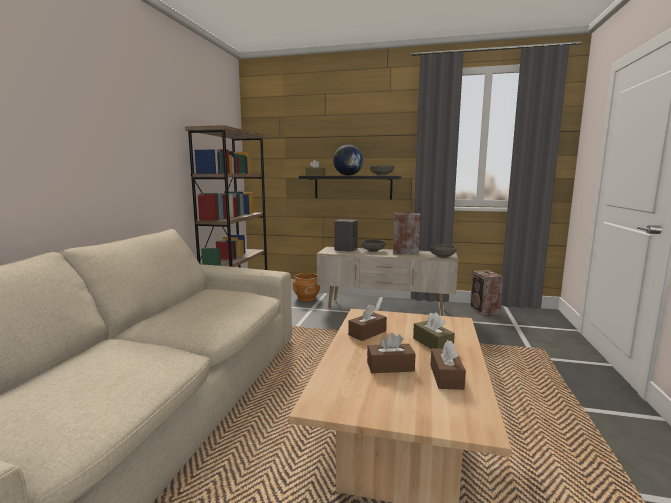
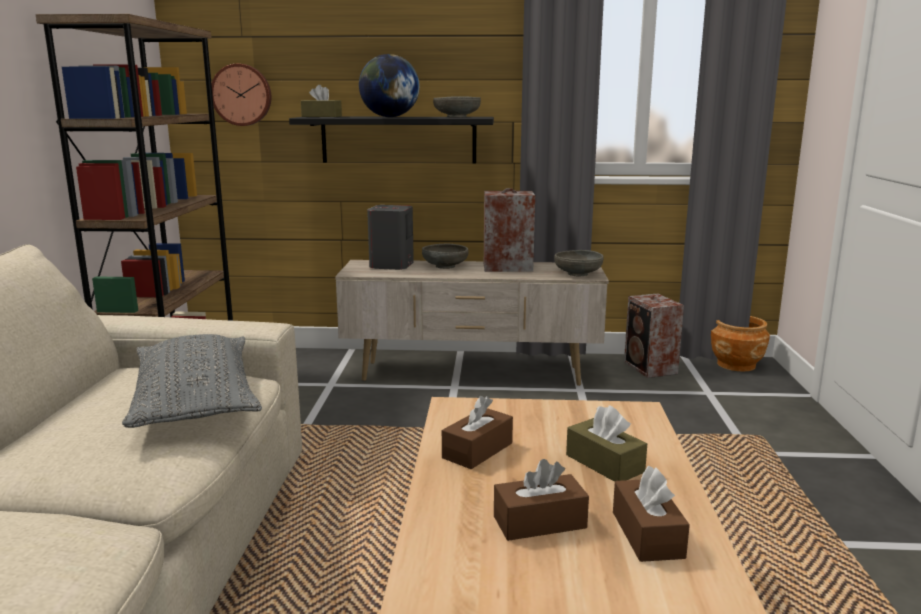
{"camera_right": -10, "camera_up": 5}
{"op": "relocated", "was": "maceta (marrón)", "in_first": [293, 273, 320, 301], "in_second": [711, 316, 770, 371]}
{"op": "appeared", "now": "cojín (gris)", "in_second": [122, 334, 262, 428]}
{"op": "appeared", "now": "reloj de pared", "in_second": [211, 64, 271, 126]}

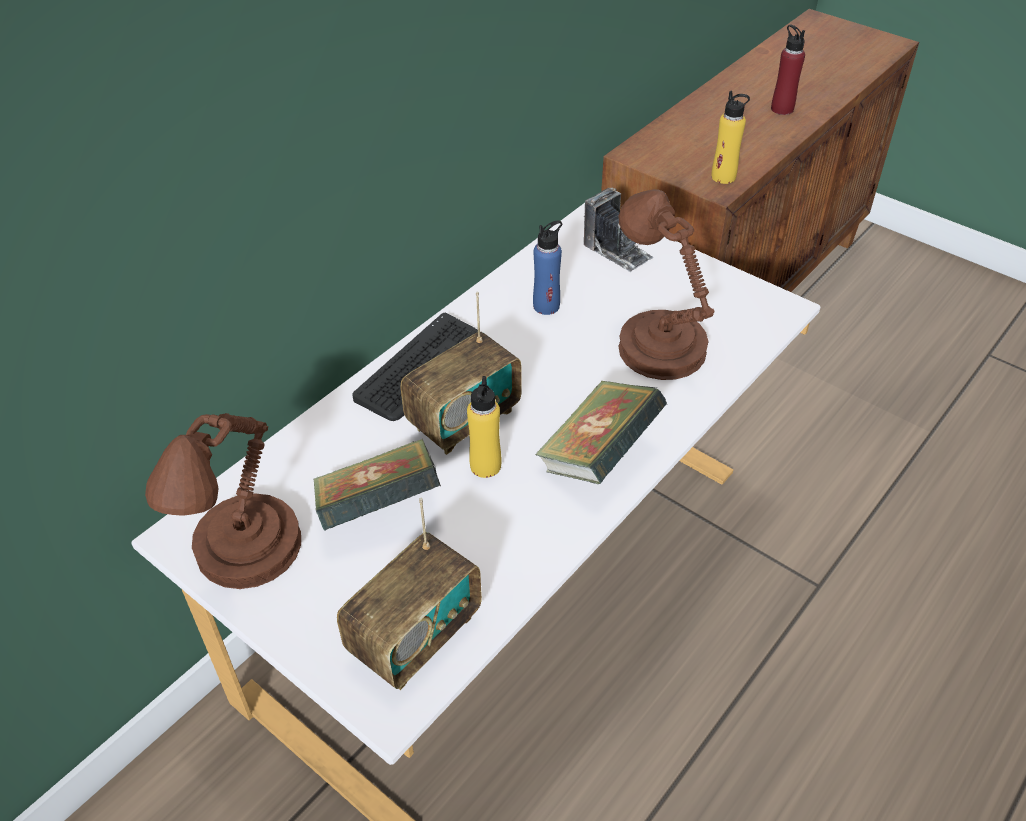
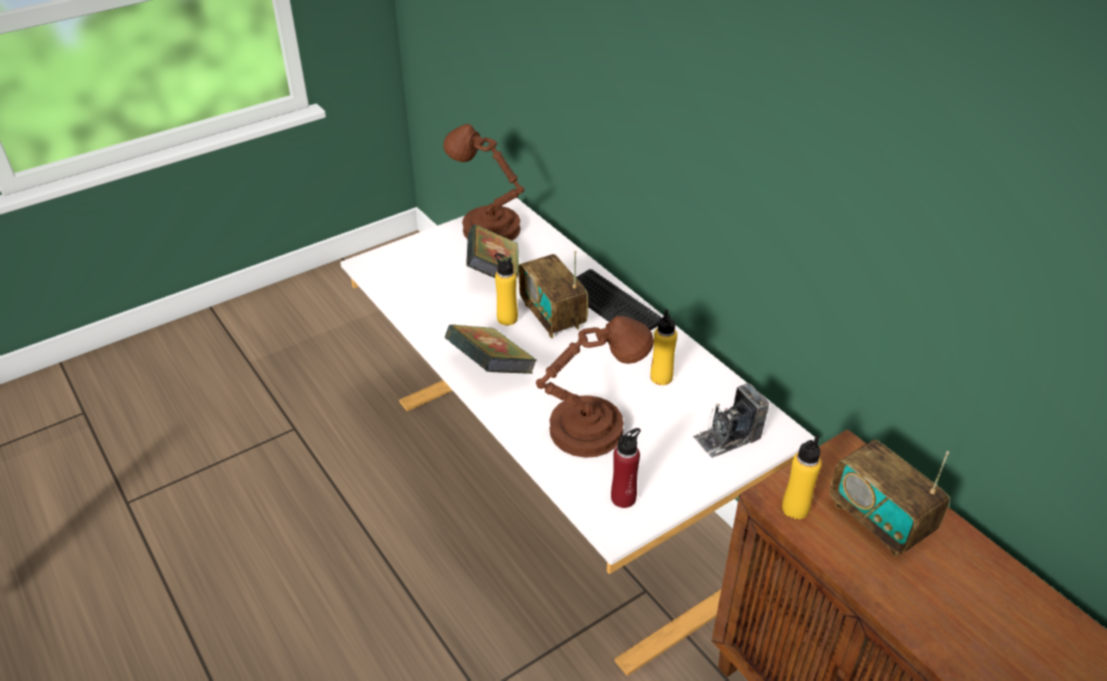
{"camera_right": 105, "camera_up": -5}
{"op": "relocated", "was": "radio", "in_first": [337, 497, 482, 690], "in_second": [830, 440, 950, 557]}
{"op": "colour", "was": "botella (azul)", "now": "botella (amarillo)", "in_first": [533, 220, 562, 315], "in_second": [650, 309, 677, 385]}
{"op": "relocated", "was": "botella (rojo)", "in_first": [771, 25, 805, 115], "in_second": [611, 428, 641, 508]}

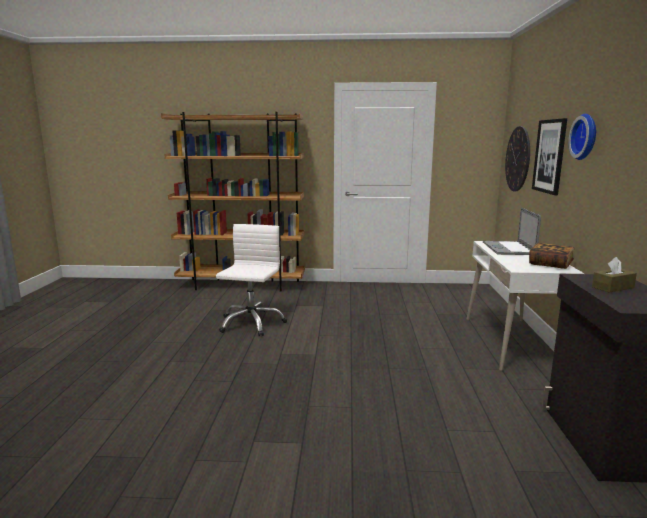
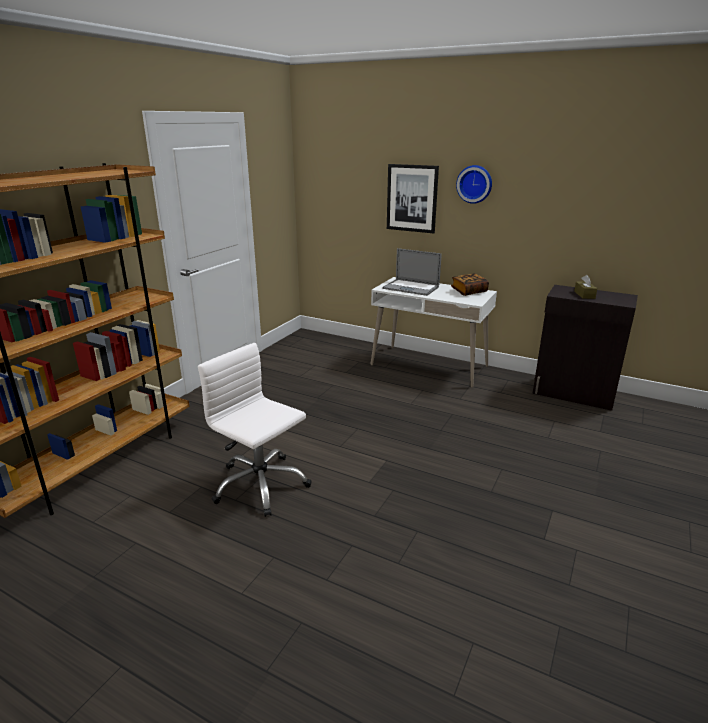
{"camera_right": -65, "camera_up": 10}
{"op": "missing", "was": "reloj de pared", "in_first": [505, 126, 530, 191]}

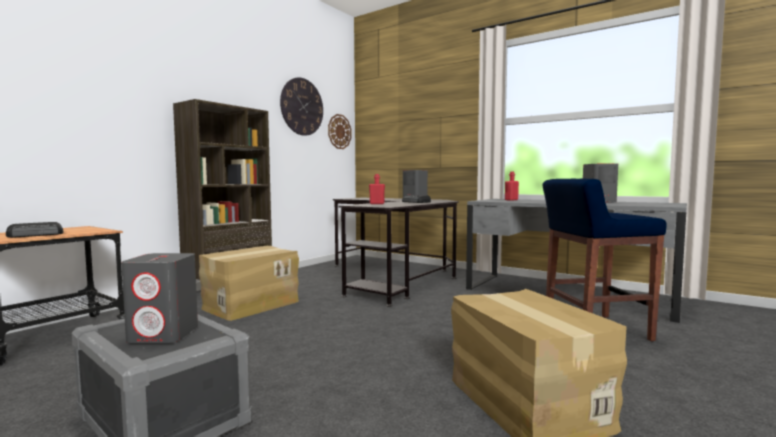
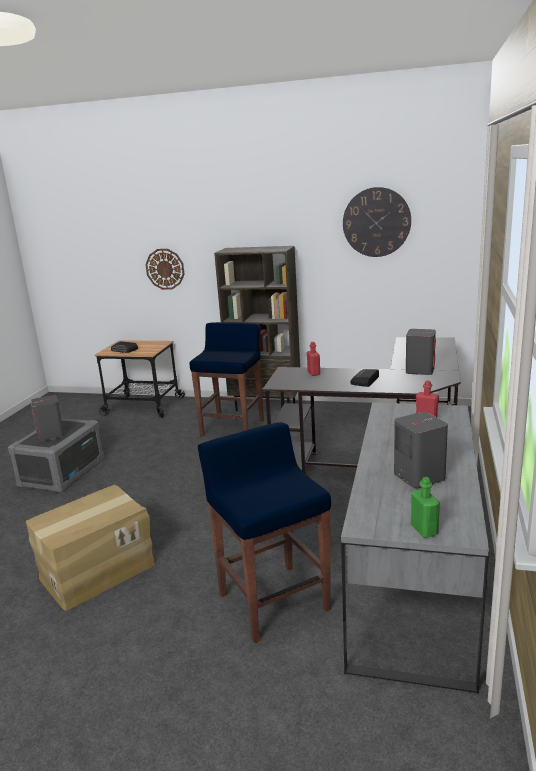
{"camera_right": 70, "camera_up": 15}
{"op": "exchanged", "was": "caja de cartón", "now": "taburete (azul)", "in_first": [199, 246, 299, 321], "in_second": [190, 322, 264, 437]}
{"op": "relocated", "was": "reloj de pared", "in_first": [328, 114, 351, 149], "in_second": [145, 249, 185, 290]}
{"op": "appeared", "now": "botella (verde)", "in_second": [411, 477, 440, 538]}

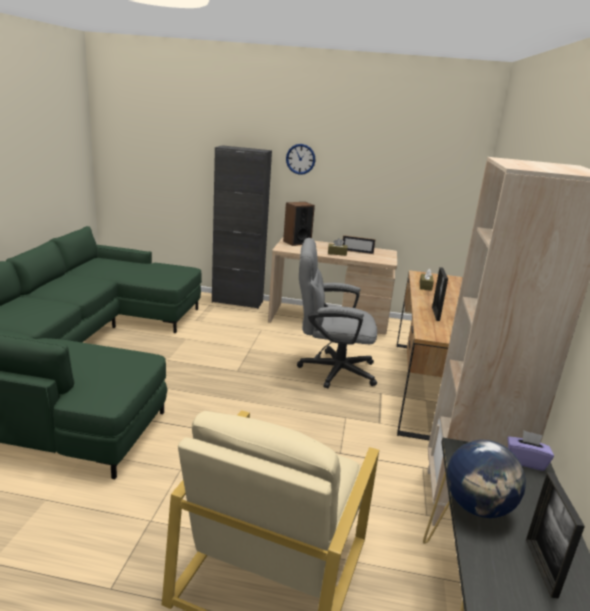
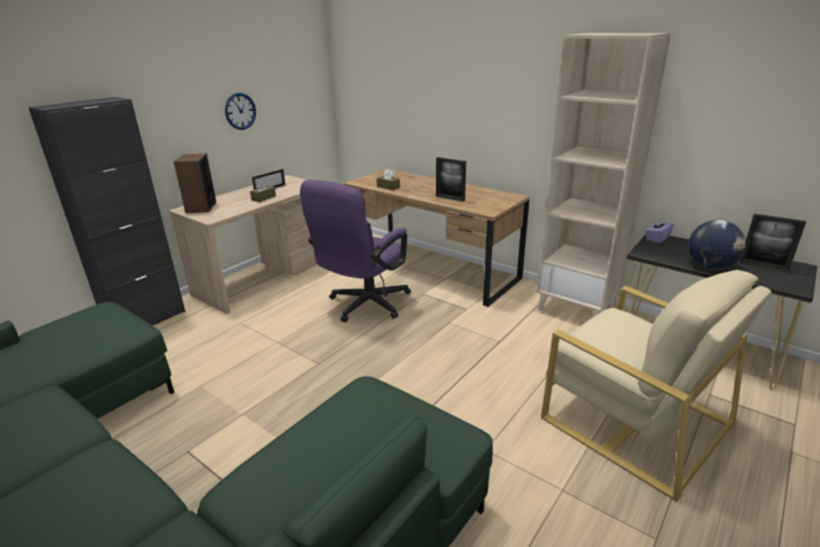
{"camera_right": -60, "camera_up": 5}
{"op": "relocated", "was": "reloj de pared", "in_first": [286, 144, 315, 175], "in_second": [225, 93, 256, 130]}
{"op": "colour", "was": "silla de oficina (gris)", "now": "silla de oficina (morado)", "in_first": [297, 238, 377, 388], "in_second": [300, 180, 411, 322]}

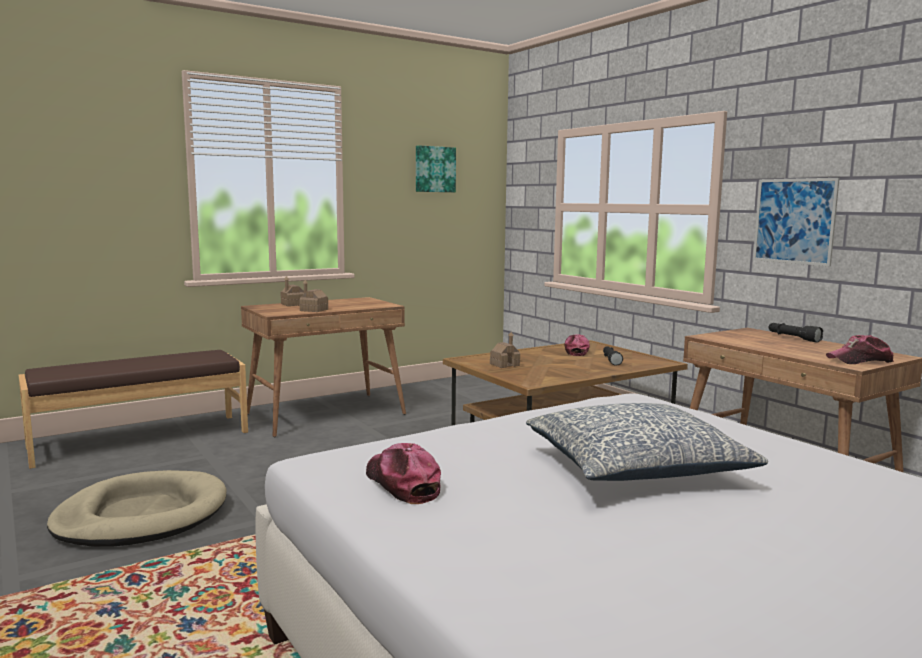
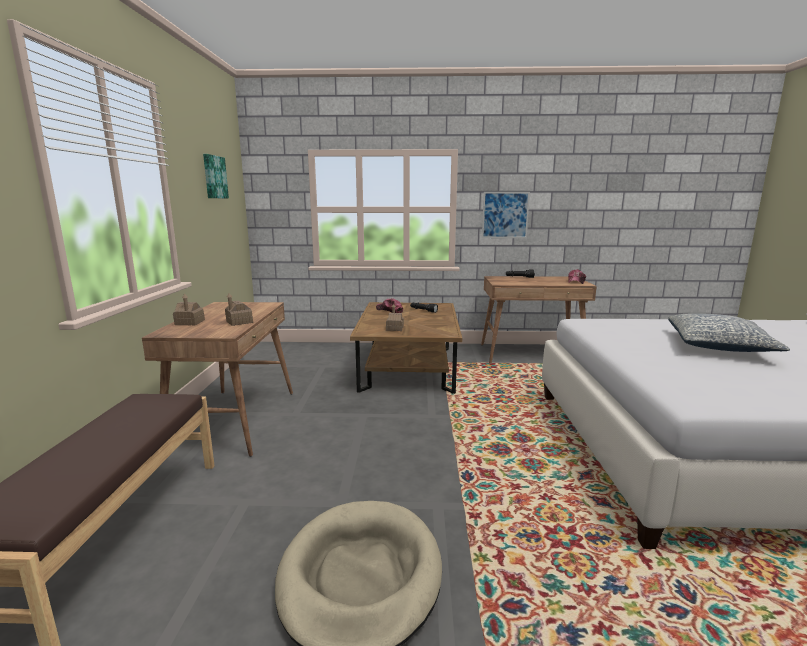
{"camera_right": -55, "camera_up": 5}
{"op": "missing", "was": "gorra", "in_first": [366, 443, 441, 504]}

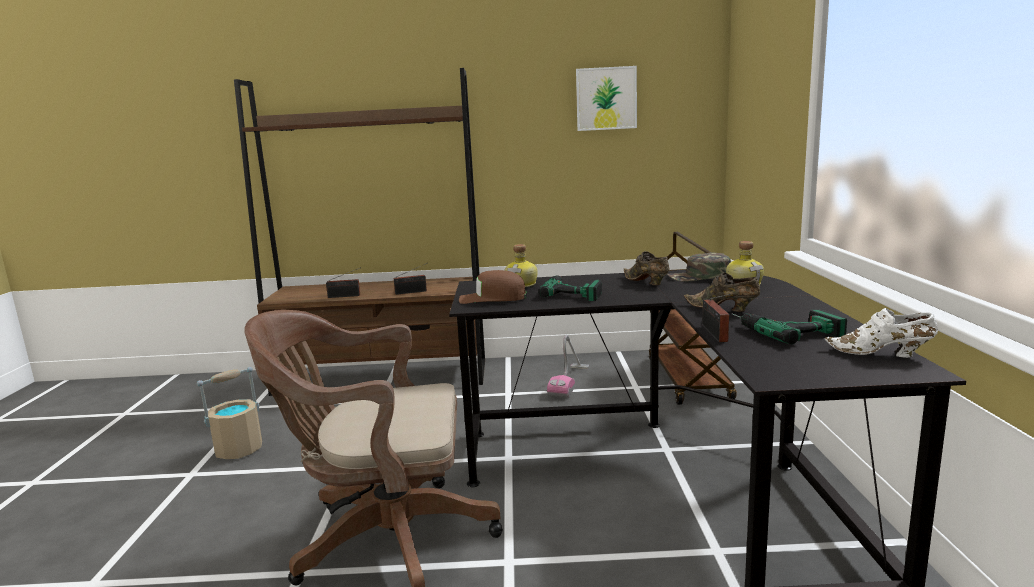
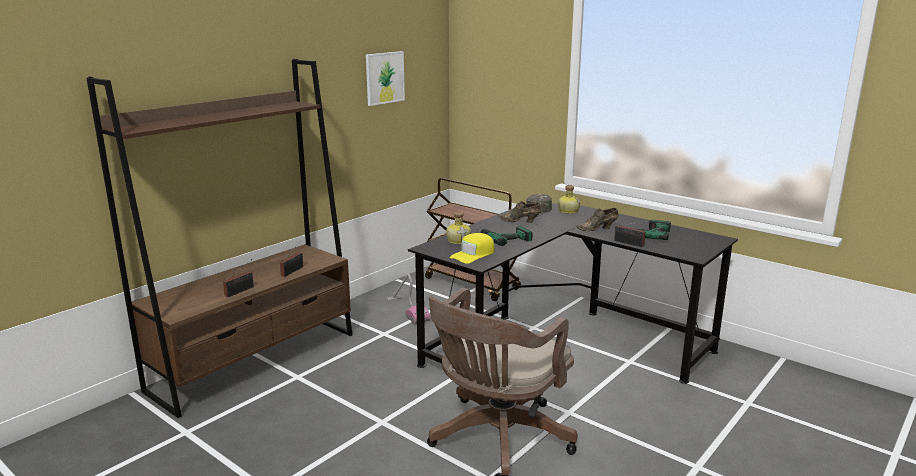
{"camera_right": -50, "camera_up": 5}
{"op": "missing", "was": "cubo (beis)", "in_first": [197, 367, 262, 459]}
{"op": "colour", "was": "gorra (marrón)", "now": "gorra (amarillo)", "in_first": [459, 270, 527, 304], "in_second": [450, 233, 495, 264]}
{"op": "missing", "was": "zapato (blanco)", "in_first": [825, 308, 938, 358]}

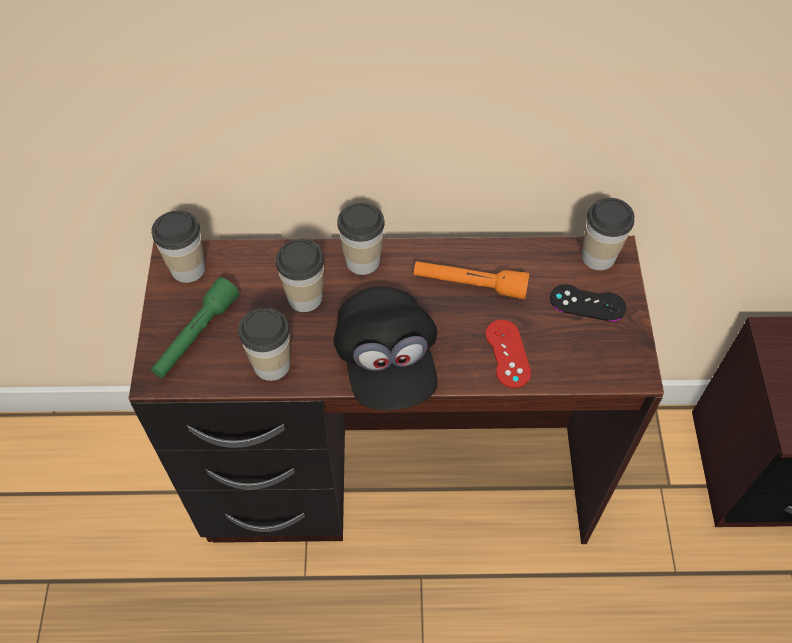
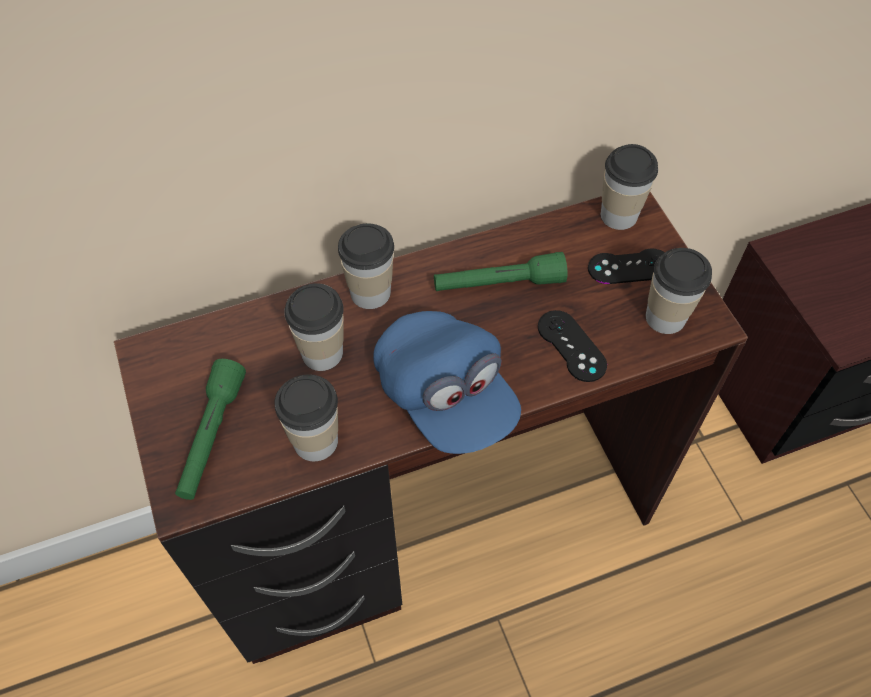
{"camera_right": -20, "camera_up": 0}
{"op": "relocated", "was": "taza", "in_first": [151, 211, 205, 283], "in_second": [646, 248, 712, 334]}
{"op": "colour", "was": "gorra (negro)", "now": "gorra (azul)", "in_first": [334, 287, 438, 411], "in_second": [373, 311, 521, 454]}
{"op": "colour", "was": "linterna (naranja)", "now": "linterna (verde)", "in_first": [414, 261, 529, 300], "in_second": [434, 252, 567, 291]}
{"op": "colour", "was": "mando de consola (rojo)", "now": "mando de consola (negro)", "in_first": [485, 320, 531, 388], "in_second": [538, 310, 607, 382]}

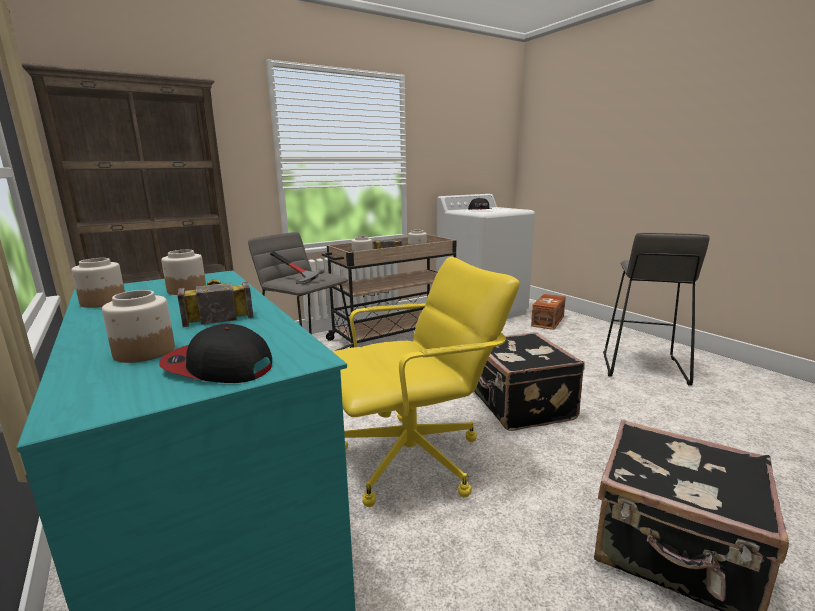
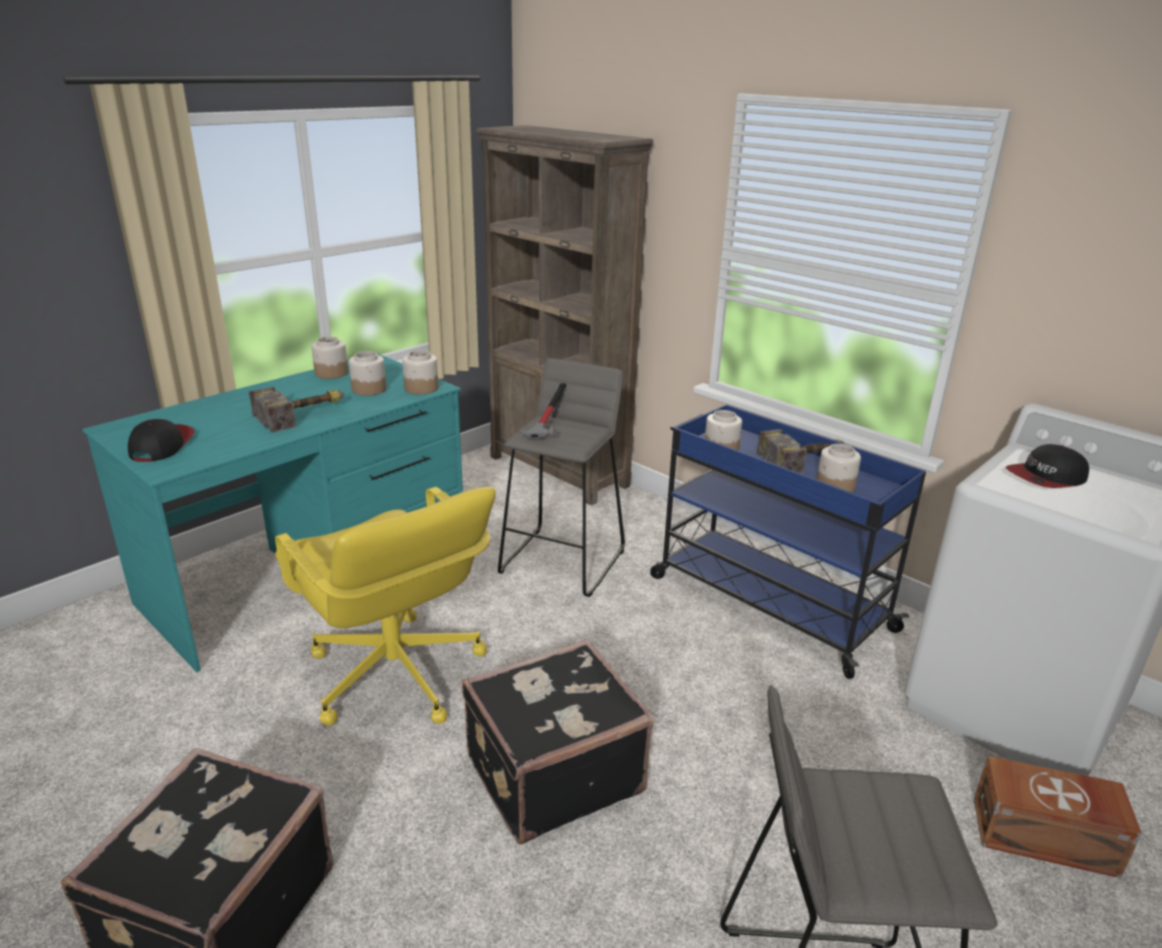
{"camera_right": 75, "camera_up": 10}
{"op": "relocated", "was": "tarro", "in_first": [102, 290, 175, 363], "in_second": [402, 350, 438, 394]}
{"op": "colour", "was": "carrito (beis)", "now": "carrito (azul)", "in_first": [322, 235, 456, 348], "in_second": [650, 404, 926, 679]}

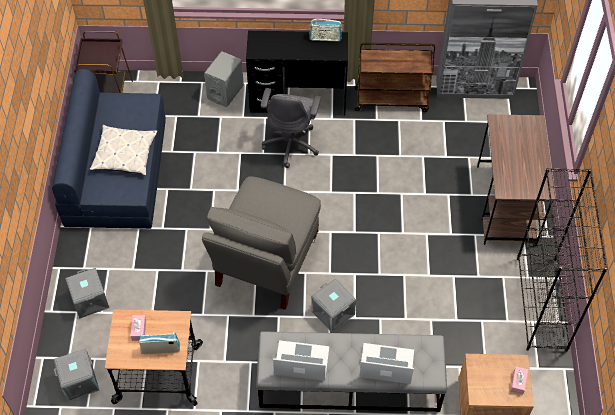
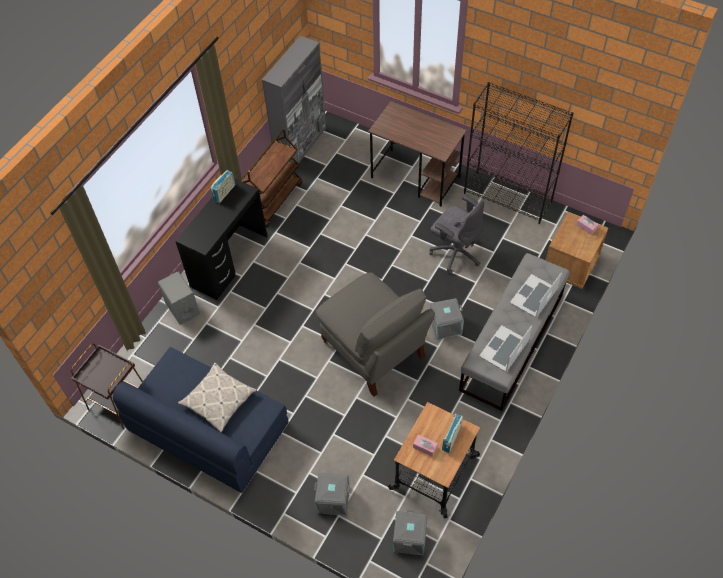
{"camera_right": -60, "camera_up": 0}
{"op": "relocated", "was": "silla de oficina (gris)", "in_first": [261, 88, 321, 168], "in_second": [430, 195, 484, 275]}

